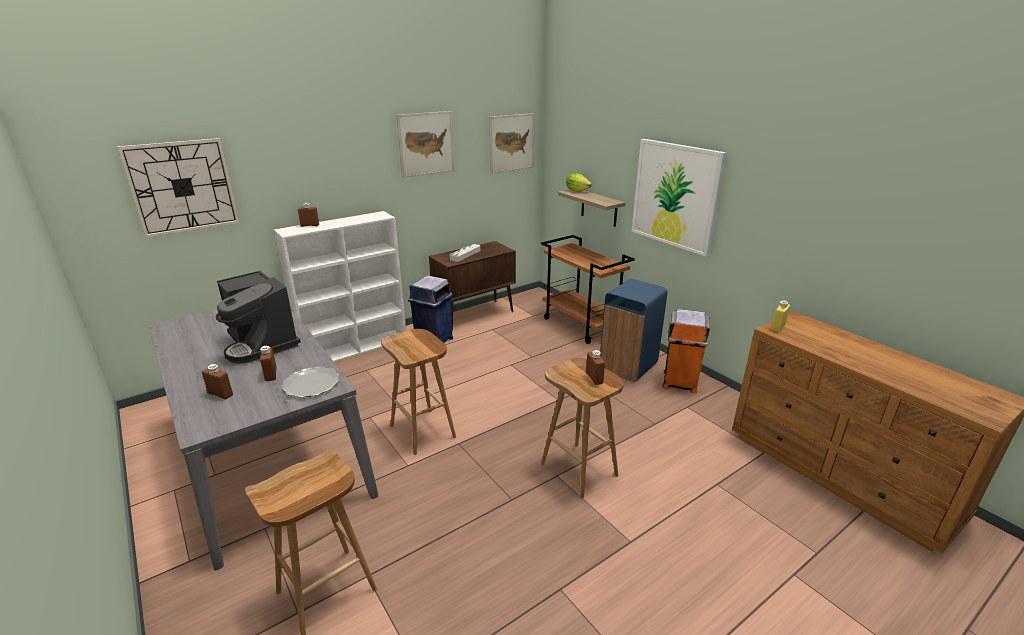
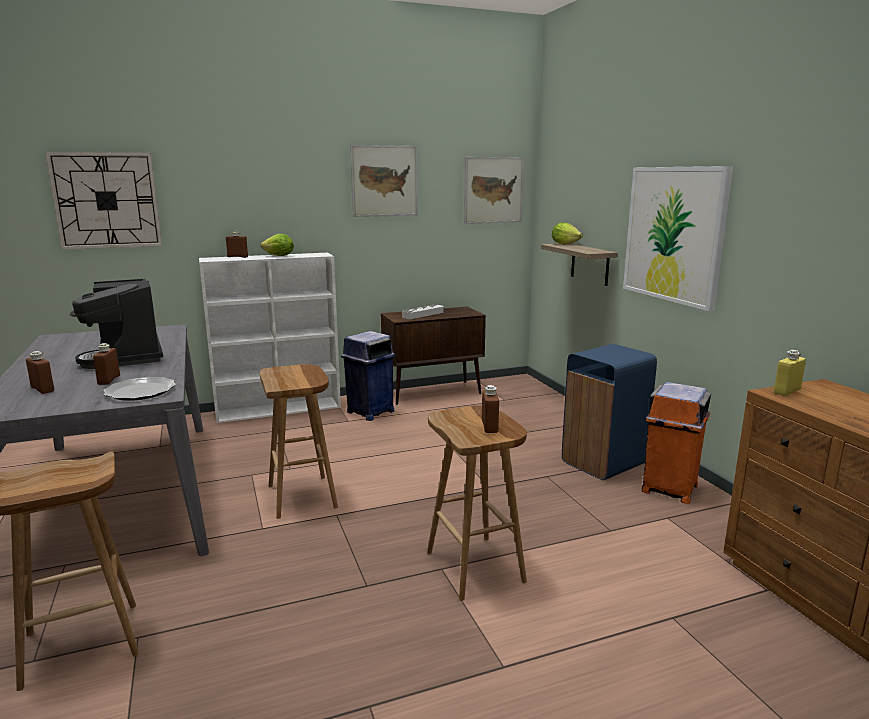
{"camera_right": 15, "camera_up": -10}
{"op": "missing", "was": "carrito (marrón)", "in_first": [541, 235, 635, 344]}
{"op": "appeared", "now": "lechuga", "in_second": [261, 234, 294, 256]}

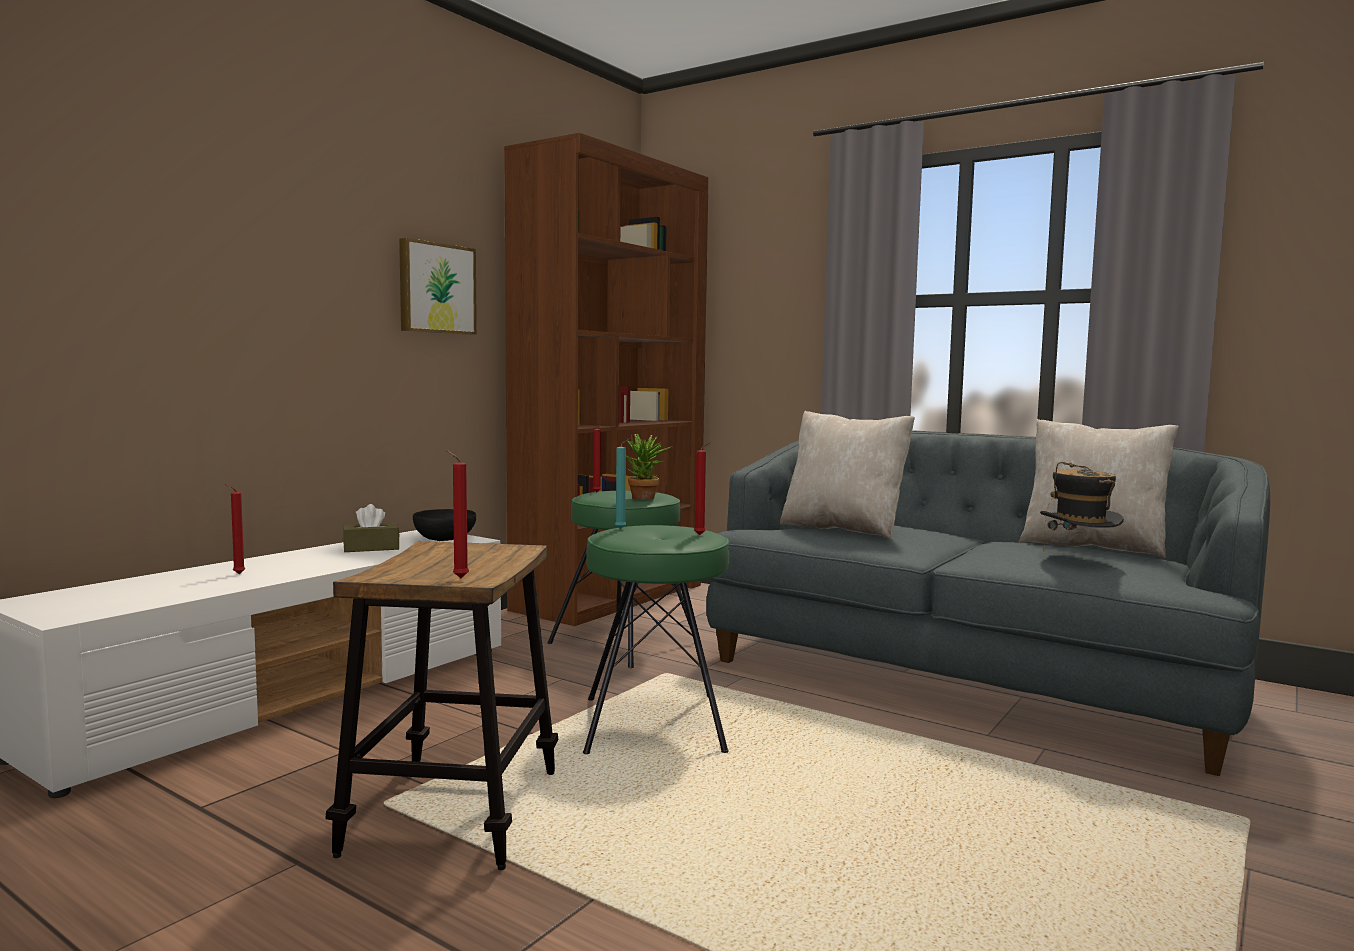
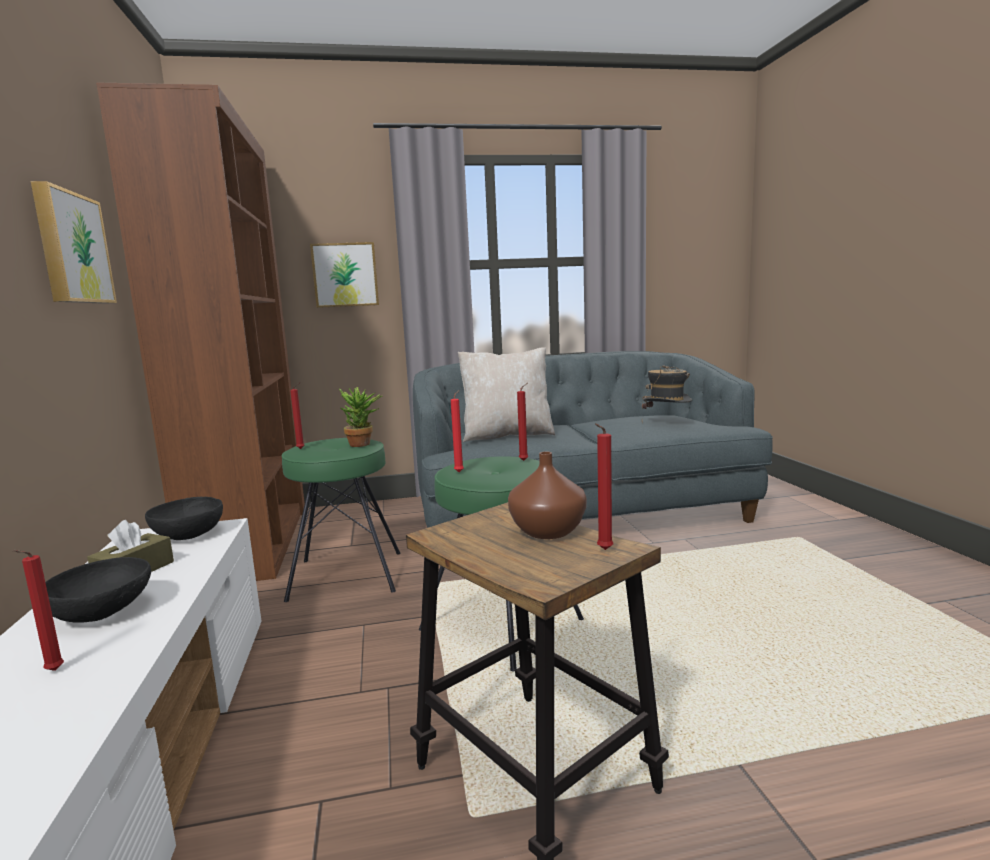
{"camera_right": -45, "camera_up": 5}
{"op": "colour", "was": "vela (turquesa)", "now": "vela (rojo)", "in_first": [615, 438, 631, 529], "in_second": [451, 390, 464, 472]}
{"op": "missing", "was": "cojín (beis)", "in_first": [1019, 419, 1179, 558]}
{"op": "appeared", "now": "cuenco (negro)", "in_second": [45, 557, 151, 623]}
{"op": "appeared", "now": "cuadro", "in_second": [310, 242, 379, 308]}
{"op": "appeared", "now": "florero (marrón)", "in_second": [508, 452, 587, 539]}

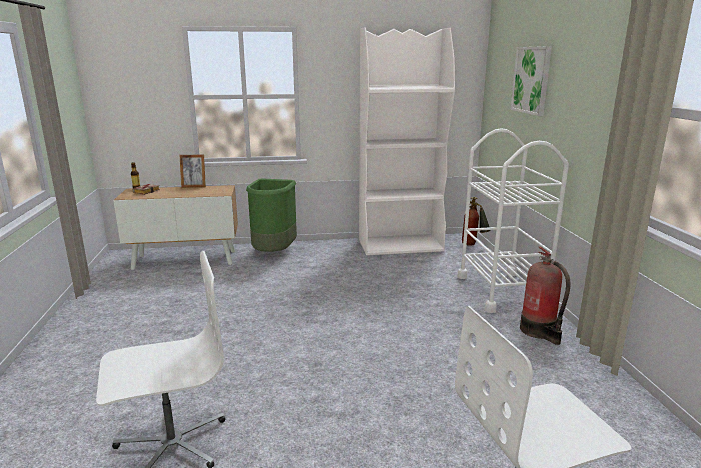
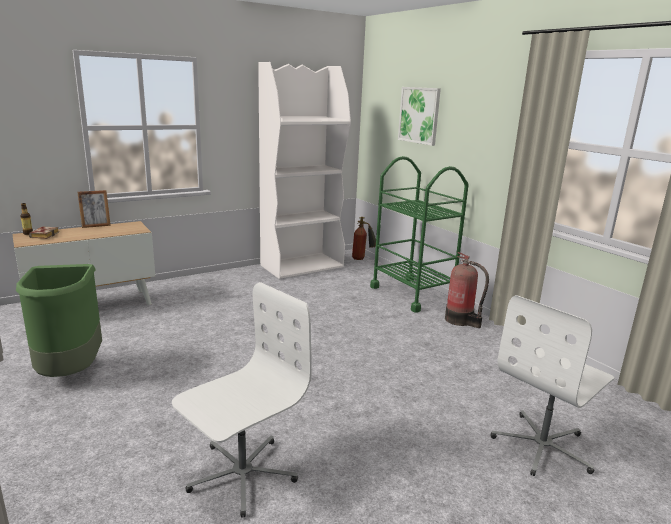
{"camera_right": -25, "camera_up": 0}
{"op": "relocated", "was": "papelera (verde)", "in_first": [246, 179, 297, 252], "in_second": [16, 264, 102, 377]}
{"op": "colour", "was": "carrito (blanco)", "now": "carrito (verde)", "in_first": [458, 128, 569, 313], "in_second": [370, 156, 469, 313]}

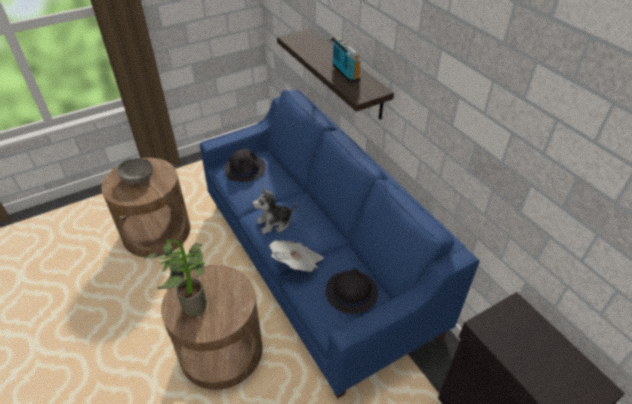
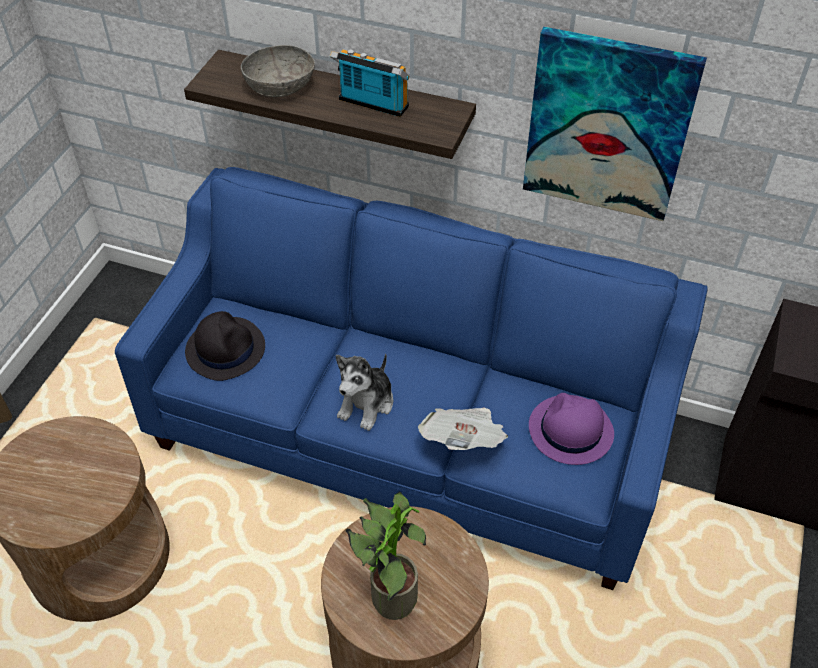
{"camera_right": -40, "camera_up": 5}
{"op": "relocated", "was": "cuenco (gris)", "in_first": [117, 158, 153, 184], "in_second": [241, 45, 315, 97]}
{"op": "colour", "was": "sombrero (negro)", "now": "sombrero (morado)", "in_first": [326, 268, 378, 314], "in_second": [529, 393, 614, 465]}
{"op": "appeared", "now": "cuadro", "in_second": [523, 27, 707, 221]}

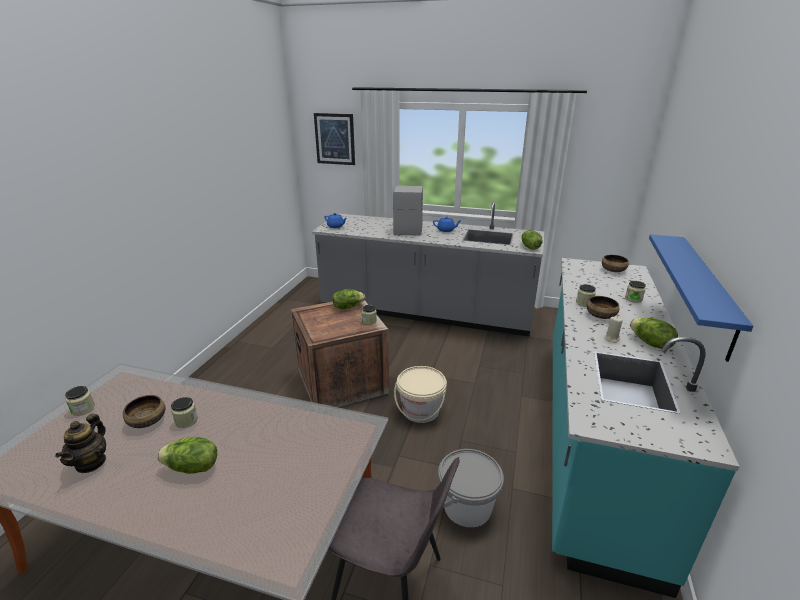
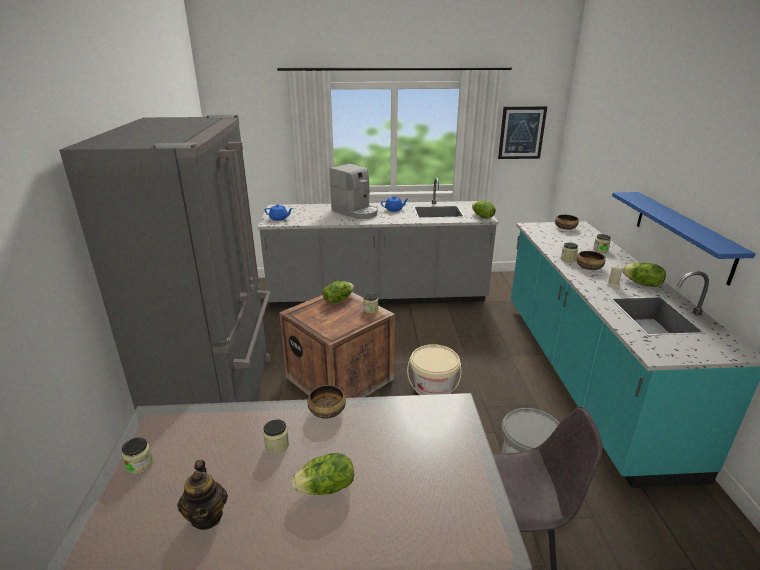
{"camera_right": -20, "camera_up": 0}
{"op": "relocated", "was": "cuenco", "in_first": [123, 395, 165, 428], "in_second": [307, 385, 346, 419]}
{"op": "relocated", "was": "cuadro", "in_first": [314, 113, 355, 165], "in_second": [498, 106, 547, 159]}
{"op": "spun", "was": "cafetera", "in_first": [393, 186, 423, 235], "in_second": [330, 164, 378, 219], "clockwise": 150}
{"op": "appeared", "now": "nevera (gris)", "in_second": [59, 114, 271, 409]}

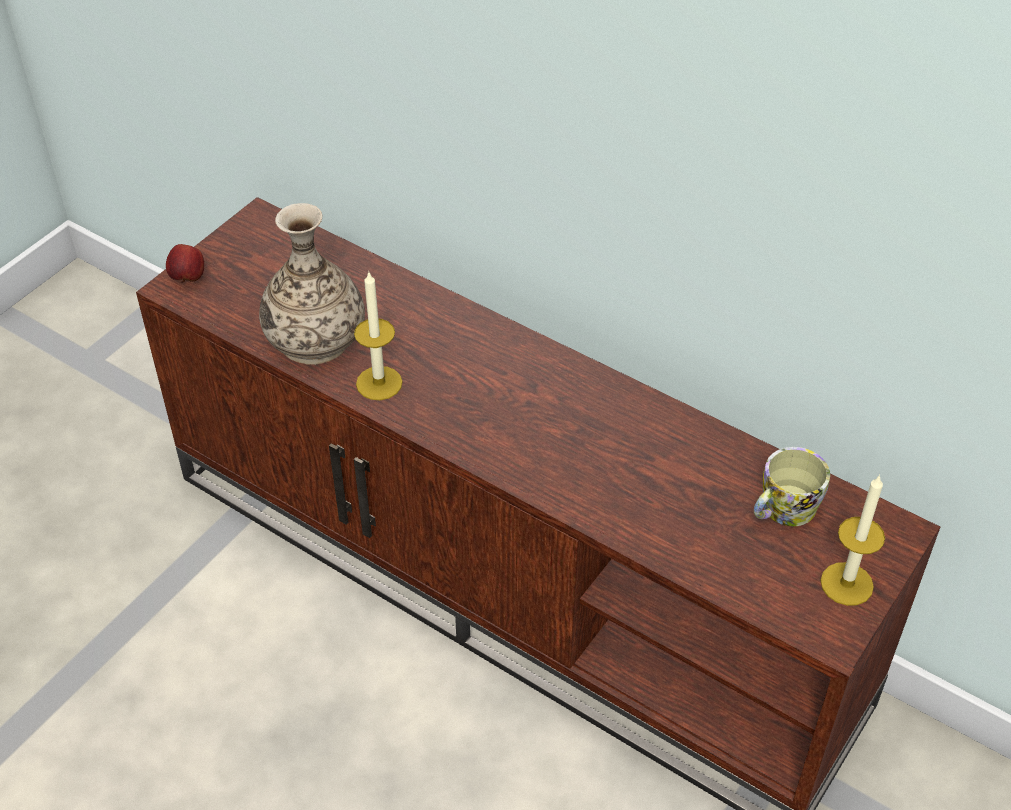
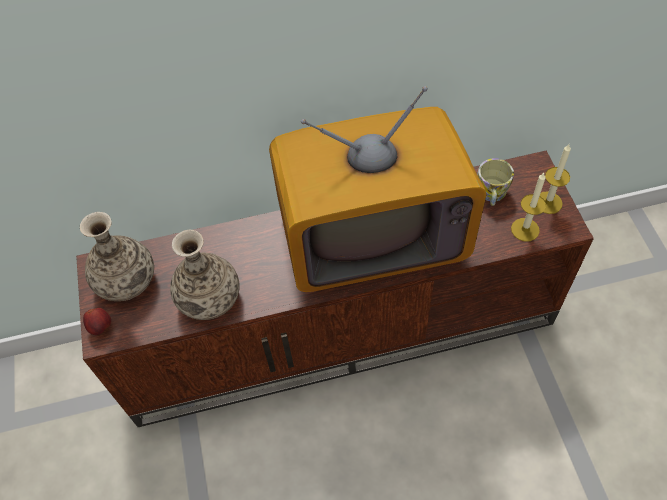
{"camera_right": -45, "camera_up": 10}
{"op": "relocated", "was": "vela", "in_first": [354, 272, 403, 400], "in_second": [511, 173, 546, 241]}
{"op": "appeared", "now": "florero", "in_second": [80, 212, 154, 301]}
{"op": "appeared", "now": "televisor", "in_second": [269, 86, 486, 292]}

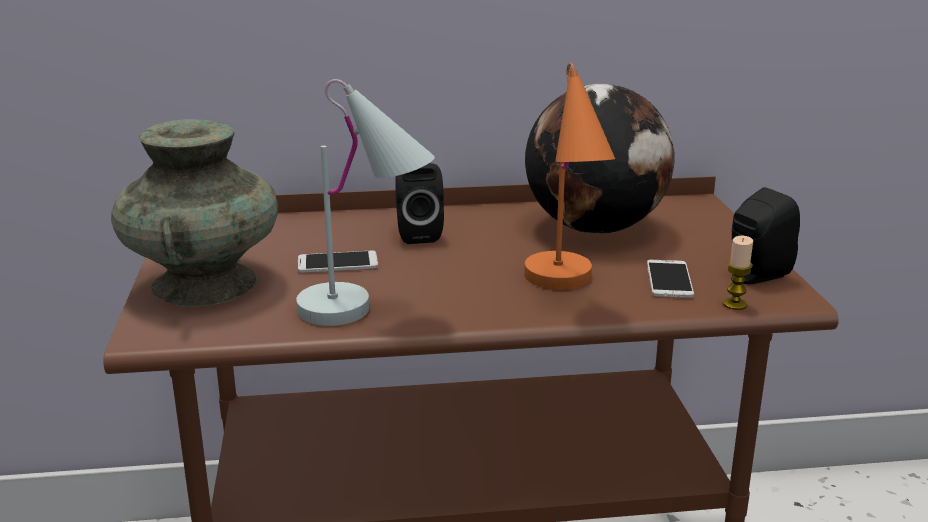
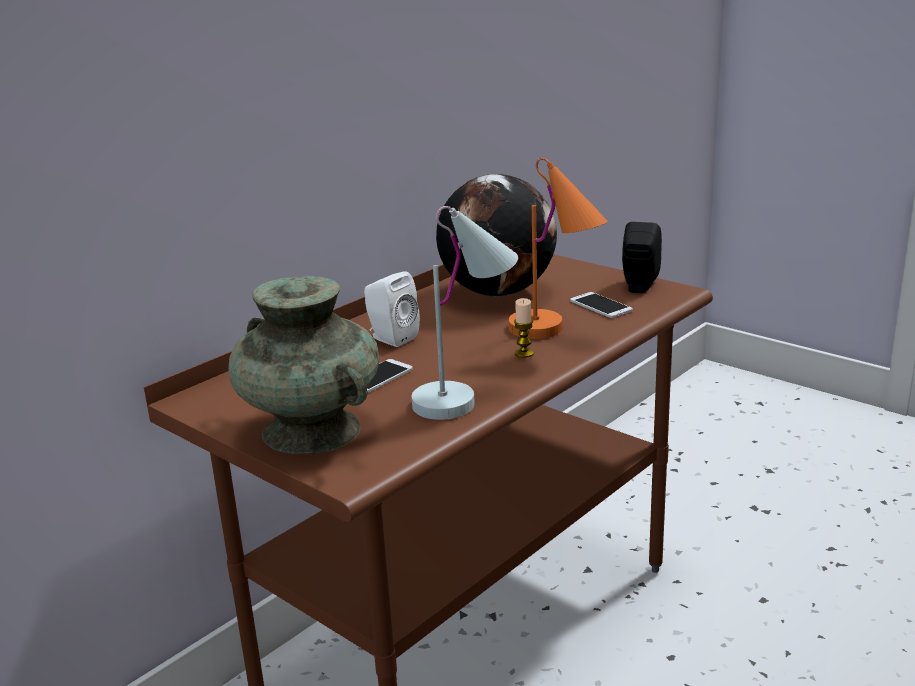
{"camera_right": -40, "camera_up": 0}
{"op": "colour", "was": "altavoz (negro)", "now": "altavoz (blanco)", "in_first": [395, 163, 444, 244], "in_second": [364, 271, 420, 347]}
{"op": "relocated", "was": "vela", "in_first": [723, 236, 753, 310], "in_second": [514, 298, 534, 358]}

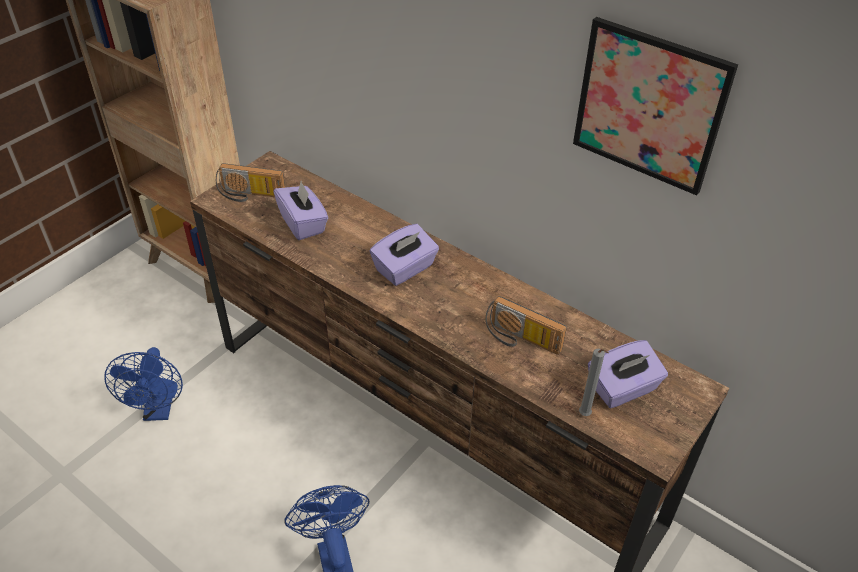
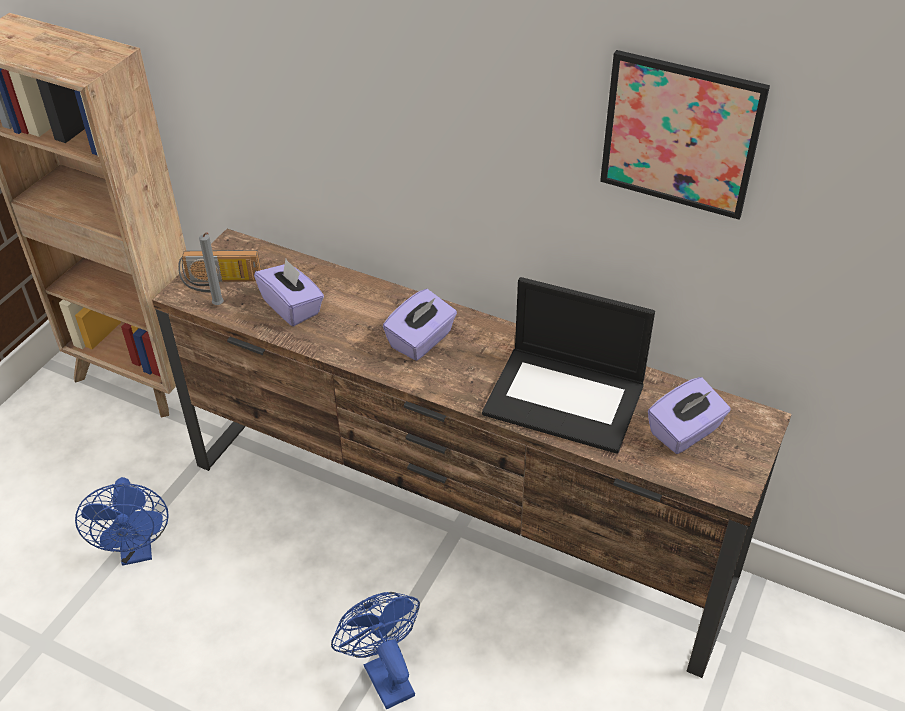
{"camera_right": -10, "camera_up": 0}
{"op": "exchanged", "was": "radio", "now": "portátil", "in_first": [485, 296, 567, 355], "in_second": [482, 277, 655, 454]}
{"op": "relocated", "was": "vela (gris)", "in_first": [579, 349, 609, 416], "in_second": [199, 233, 224, 305]}

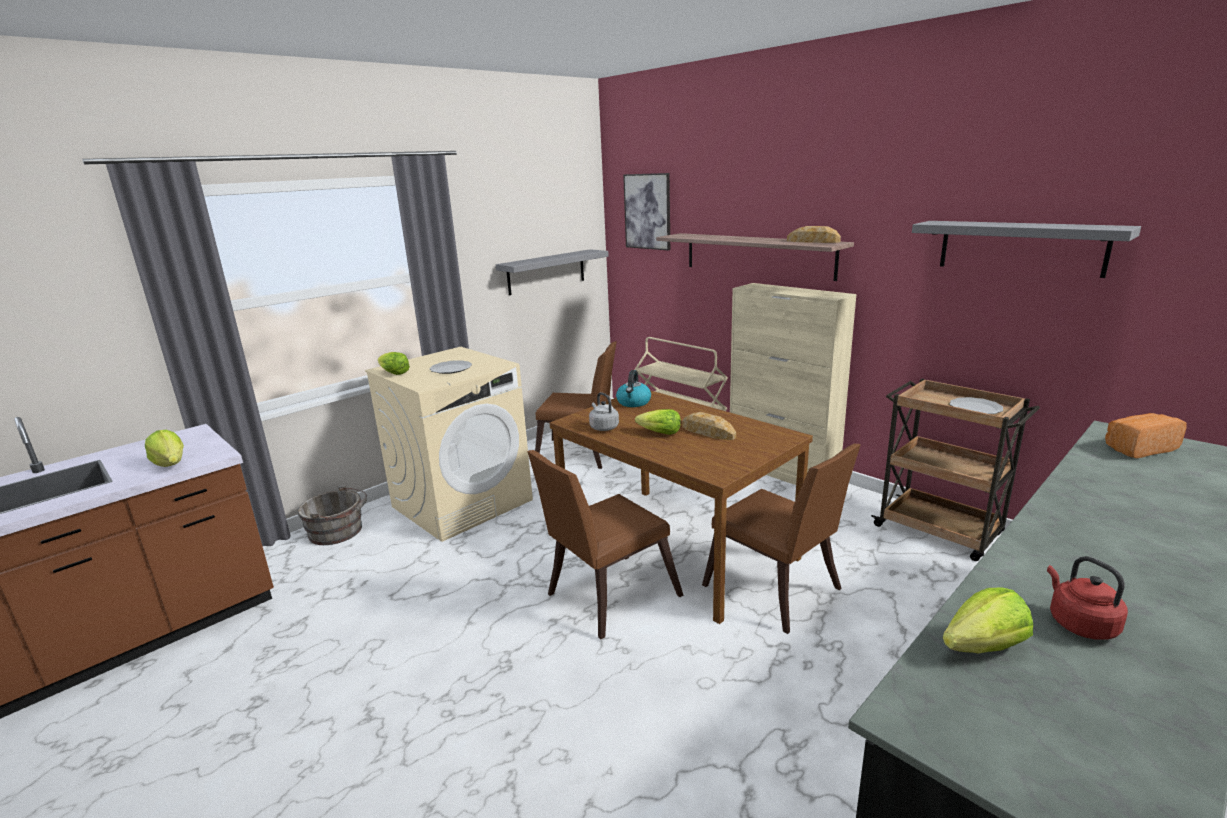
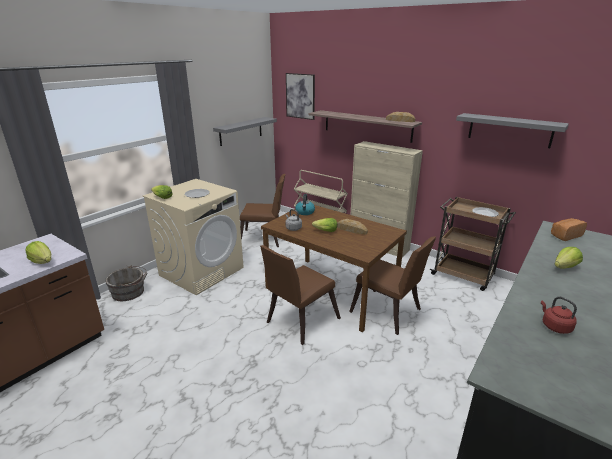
{"camera_right": -10, "camera_up": 5}
{"op": "relocated", "was": "lechuga", "in_first": [943, 588, 1033, 653], "in_second": [555, 247, 583, 269]}

